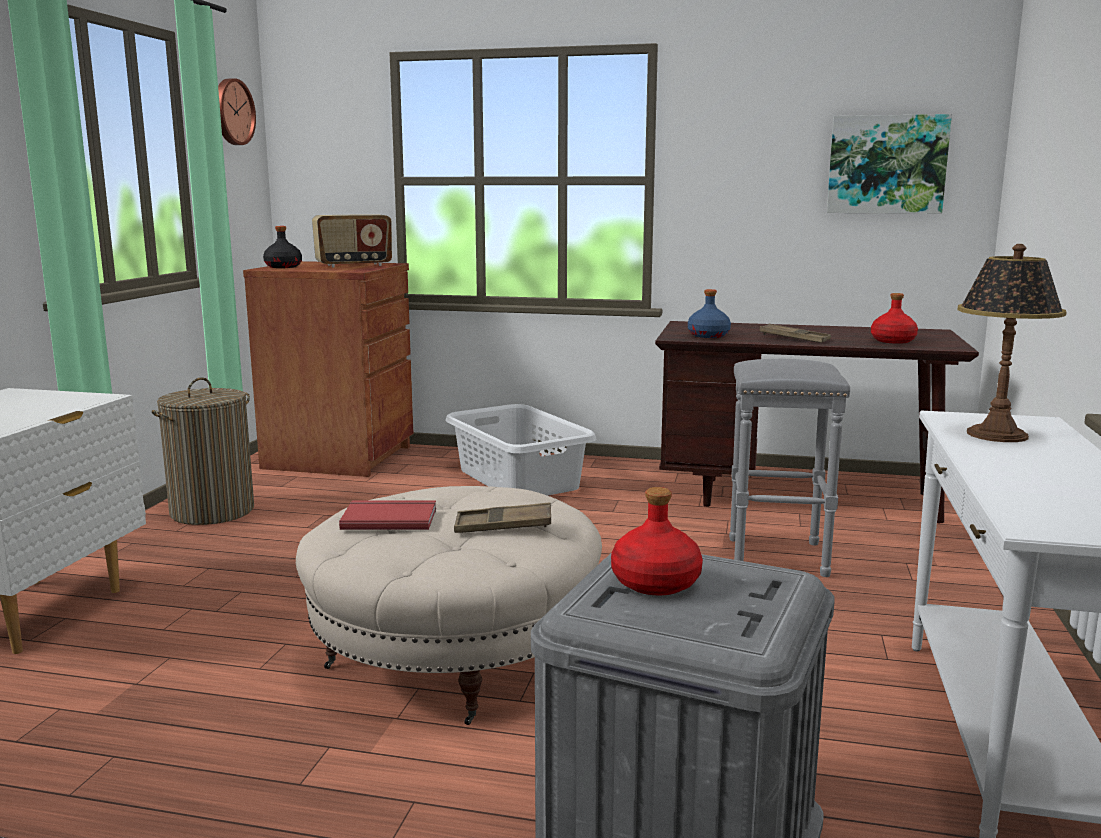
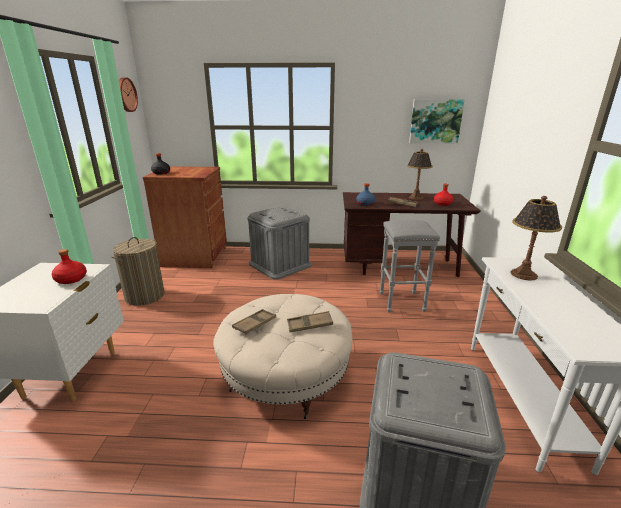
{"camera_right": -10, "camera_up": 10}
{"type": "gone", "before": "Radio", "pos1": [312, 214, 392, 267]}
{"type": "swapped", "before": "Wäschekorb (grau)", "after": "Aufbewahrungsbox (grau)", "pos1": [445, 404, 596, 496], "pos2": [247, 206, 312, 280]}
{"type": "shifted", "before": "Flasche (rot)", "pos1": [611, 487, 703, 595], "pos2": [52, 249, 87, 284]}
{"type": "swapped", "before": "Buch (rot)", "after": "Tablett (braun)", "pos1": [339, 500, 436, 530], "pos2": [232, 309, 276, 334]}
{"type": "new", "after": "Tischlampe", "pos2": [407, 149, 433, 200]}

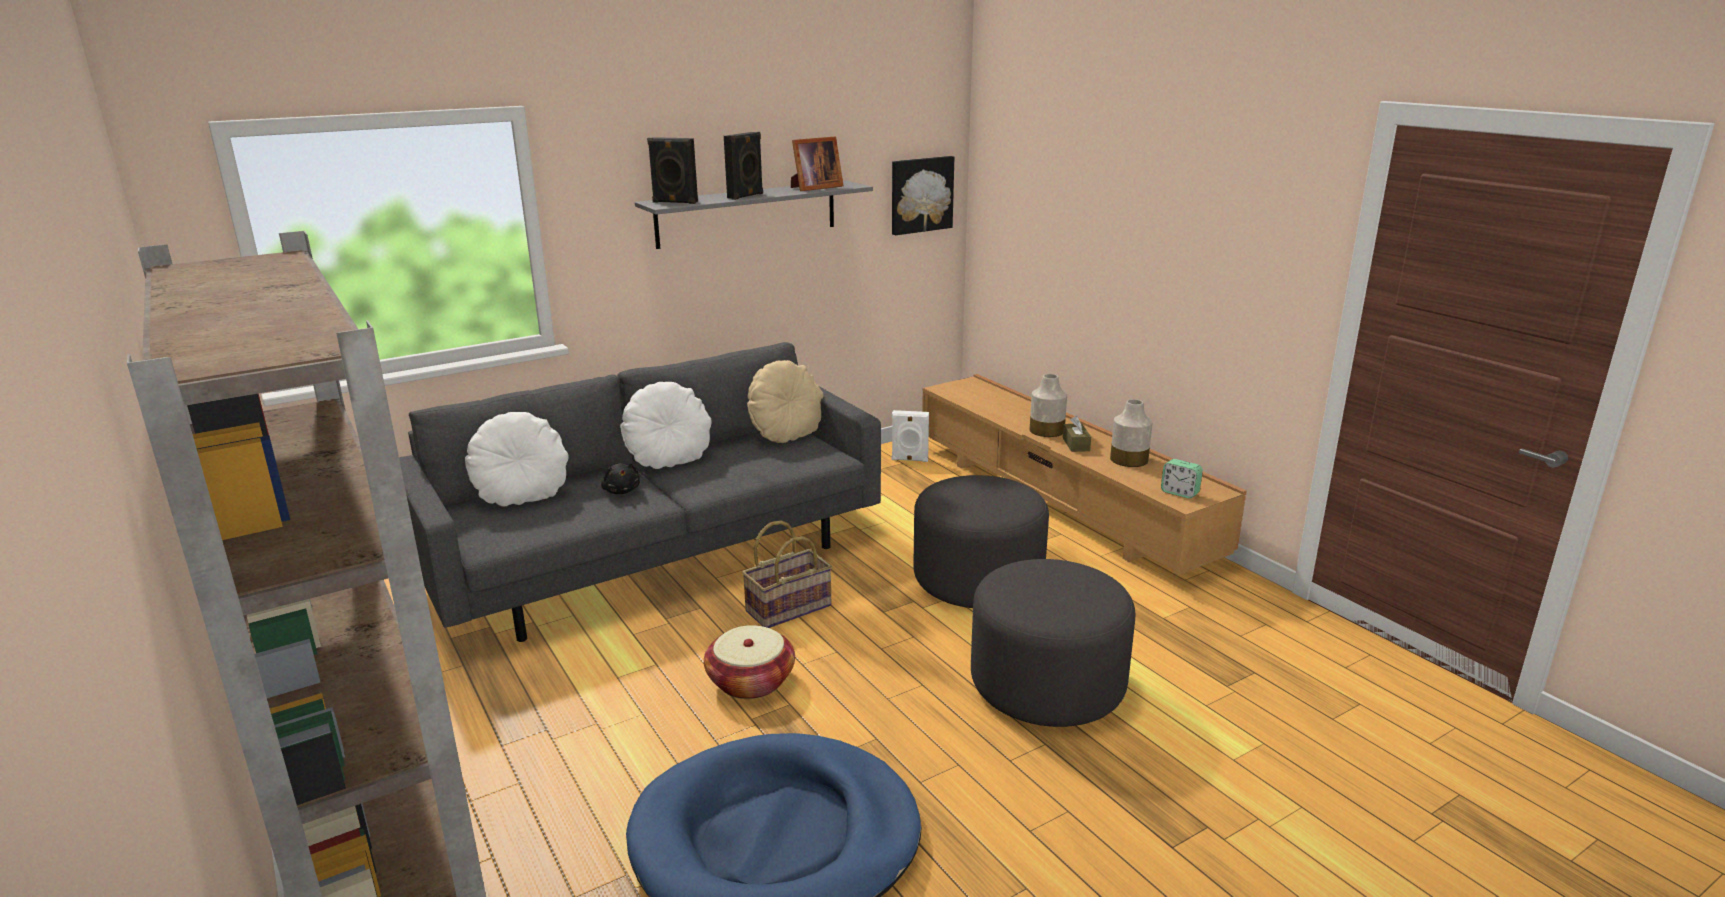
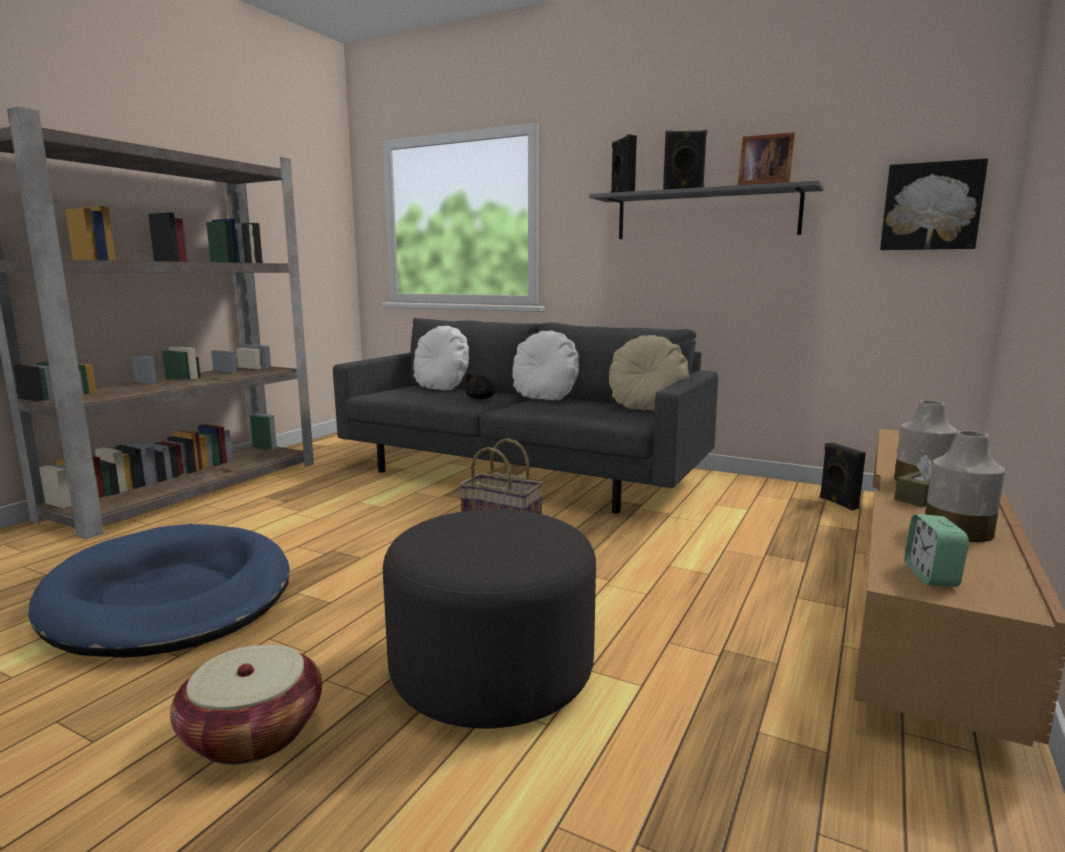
{"camera_right": 60, "camera_up": -10}
{"type": "repainted", "before": "Lautsprecher (weiß)", "after": "Lautsprecher (schwarz)", "pos1": [892, 410, 929, 462], "pos2": [820, 443, 866, 510]}
{"type": "gone", "before": "Polsterhocker (grau)", "pos1": [913, 475, 1049, 608]}
{"type": "shifted", "before": "Korb", "pos1": [704, 625, 795, 699], "pos2": [170, 645, 322, 765]}

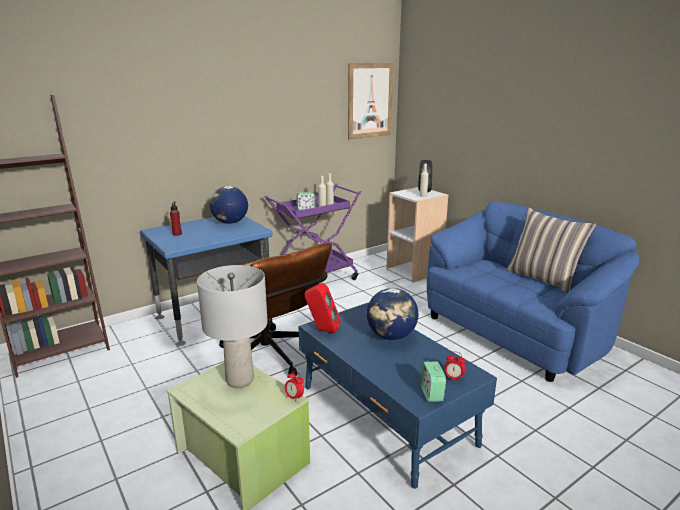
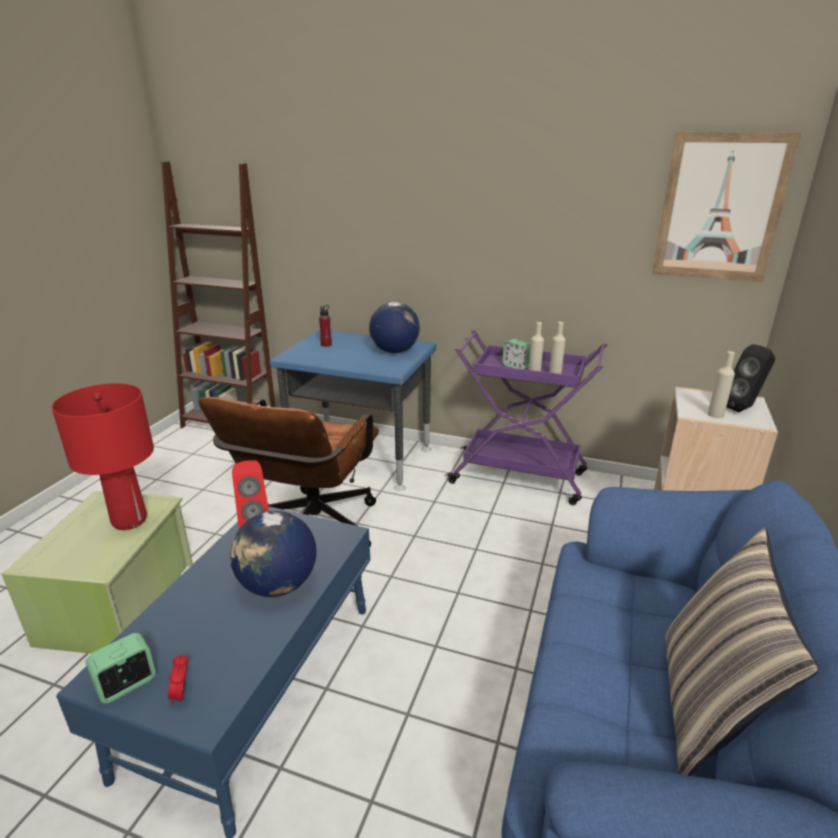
{"camera_right": 55, "camera_up": 5}
{"type": "repainted", "before": "Tischlampe (grau)", "after": "Tischlampe (rot)", "pos1": [197, 265, 268, 388], "pos2": [52, 383, 154, 530]}
{"type": "gone", "before": "Wecker", "pos1": [285, 371, 304, 403]}

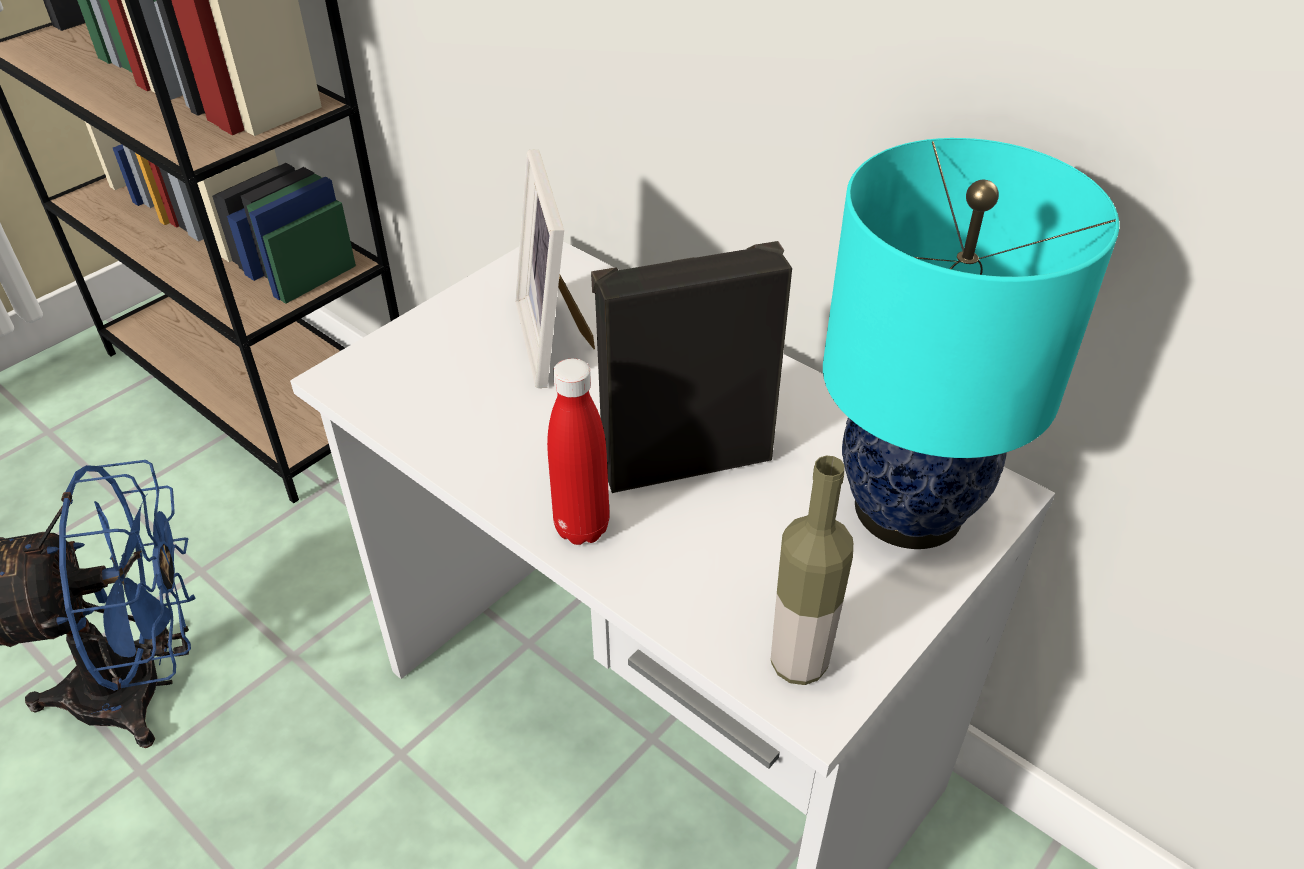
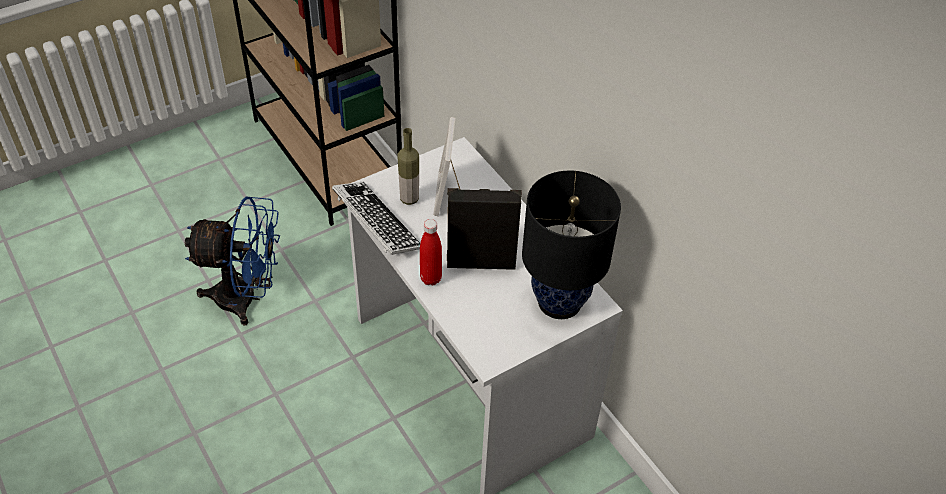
{"camera_right": 15, "camera_up": 5}
{"type": "repainted", "before": "Tischlampe (türkis)", "after": "Tischlampe (schwarz)", "pos1": [823, 138, 1119, 549], "pos2": [522, 171, 621, 319]}
{"type": "shifted", "before": "Flasche", "pos1": [771, 455, 853, 685], "pos2": [397, 128, 419, 205]}
{"type": "new", "after": "Tastatur", "pos2": [332, 181, 420, 255]}

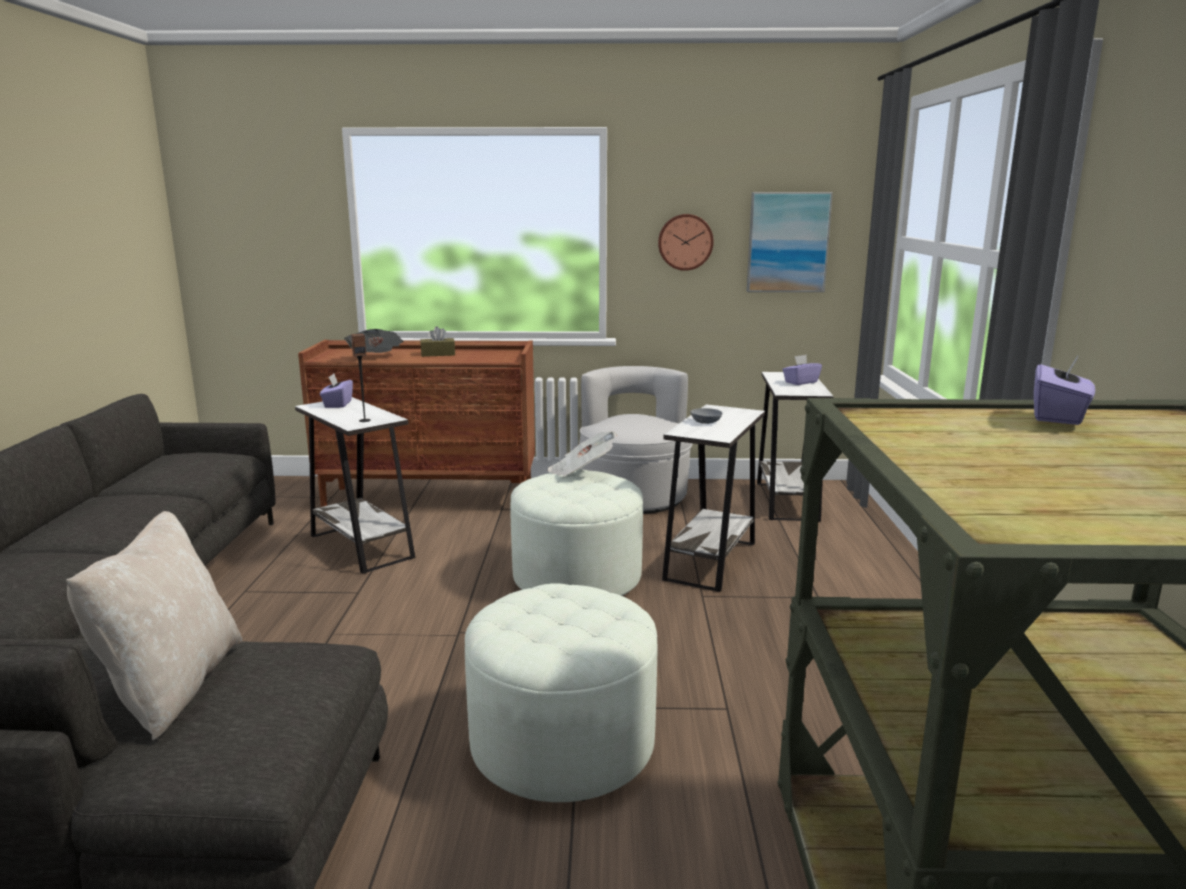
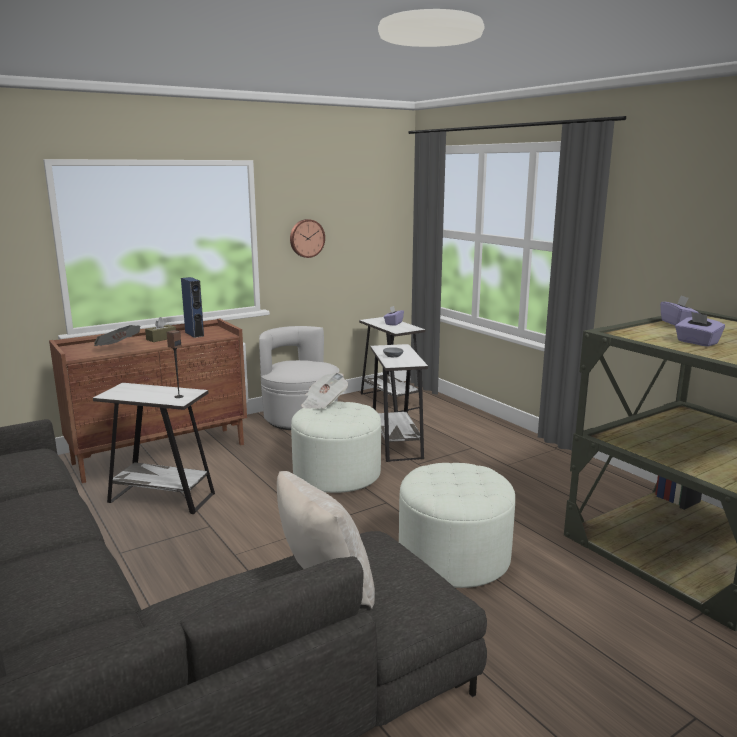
{"camera_right": -35, "camera_up": 0}
{"type": "gone", "before": "Bild", "pos1": [747, 192, 833, 292]}
{"type": "shifted", "before": "Taschentuchbox (lila)", "pos1": [320, 374, 353, 408], "pos2": [675, 312, 725, 347]}
{"type": "new", "after": "Lautsprecher (blau)", "pos2": [181, 277, 204, 338]}

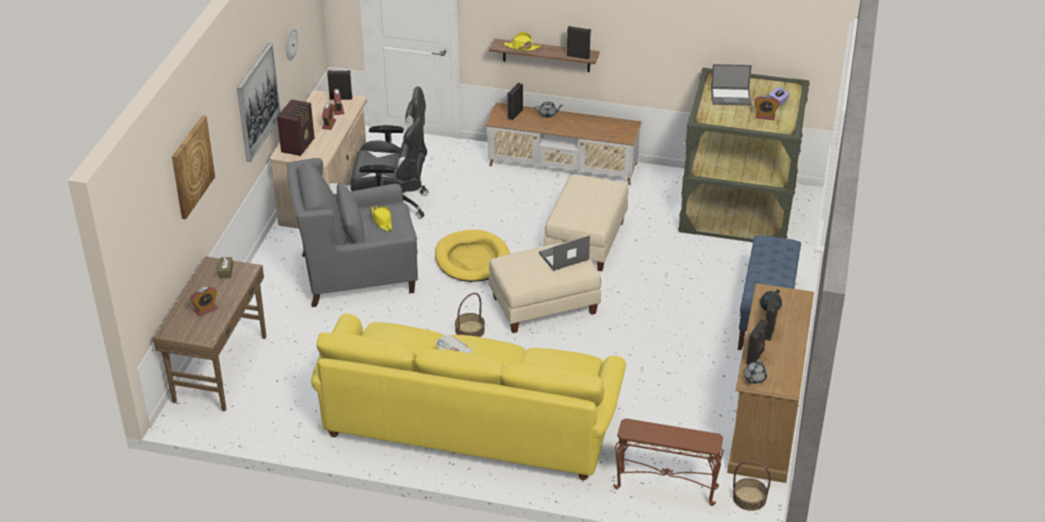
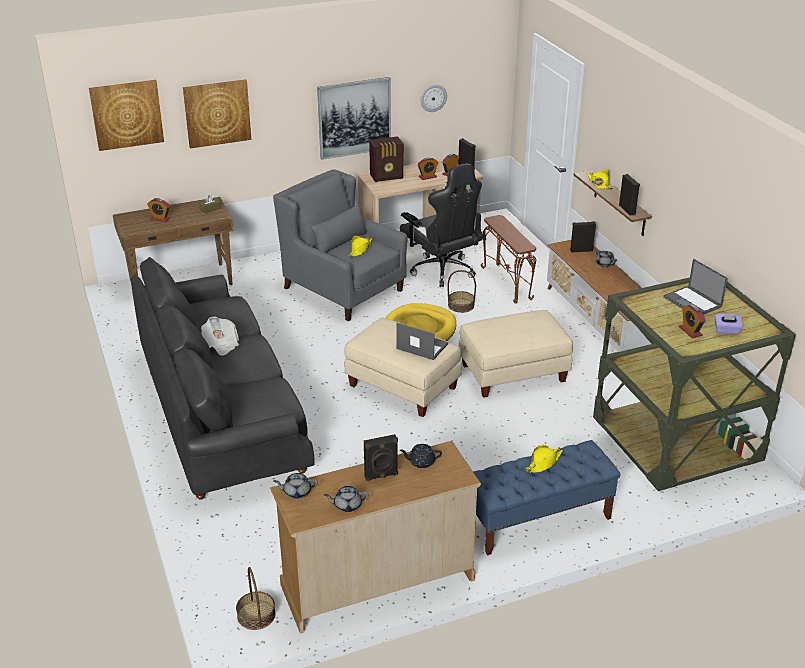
{"camera_right": 55, "camera_up": -5}
{"type": "shifted", "before": "Korb", "pos1": [455, 293, 485, 337], "pos2": [447, 270, 476, 313]}
{"type": "repainted", "before": "Sofa (gelb)", "after": "Sofa (schwarz)", "pos1": [311, 314, 626, 481], "pos2": [131, 257, 315, 500]}
{"type": "gone", "before": "Lautsprecher (schwarz)", "pos1": [746, 319, 768, 365]}
{"type": "shifted", "before": "Beistelltisch (braun)", "pos1": [613, 418, 724, 506], "pos2": [481, 215, 536, 304]}
{"type": "new", "after": "Bild", "pos2": [89, 80, 164, 151]}
{"type": "new", "after": "Hut (gelb)", "pos2": [525, 445, 563, 473]}
{"type": "new", "after": "Teekanne (grau)", "pos2": [324, 486, 368, 512]}

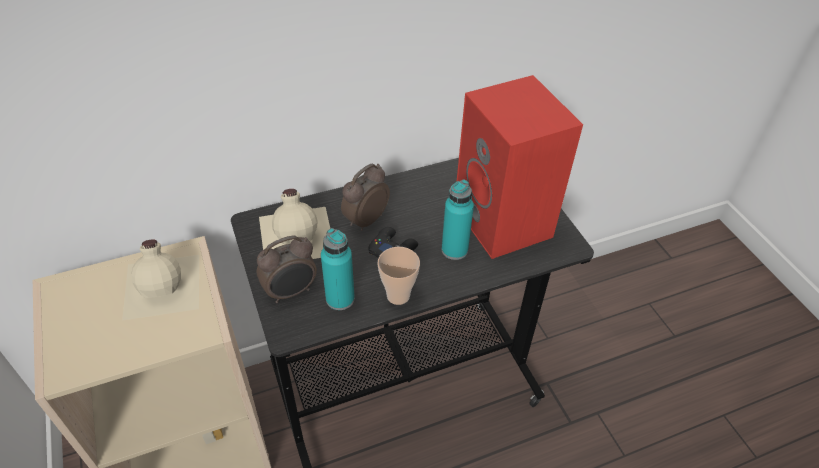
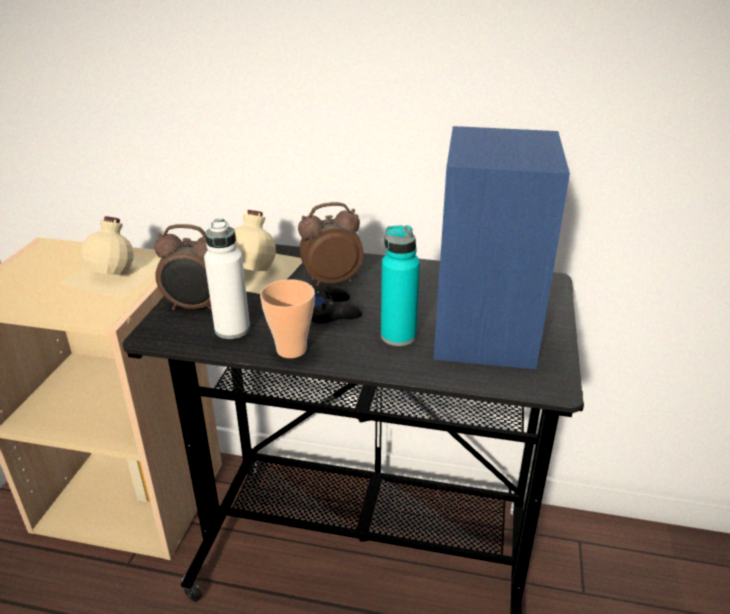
{"camera_right": 35, "camera_up": -15}
{"type": "repainted", "before": "Lautsprecher (rot)", "after": "Lautsprecher (blau)", "pos1": [457, 75, 583, 259], "pos2": [433, 126, 570, 369]}
{"type": "repainted", "before": "Flasche (türkis)", "after": "Flasche (weiß)", "pos1": [321, 228, 355, 310], "pos2": [204, 219, 250, 339]}

